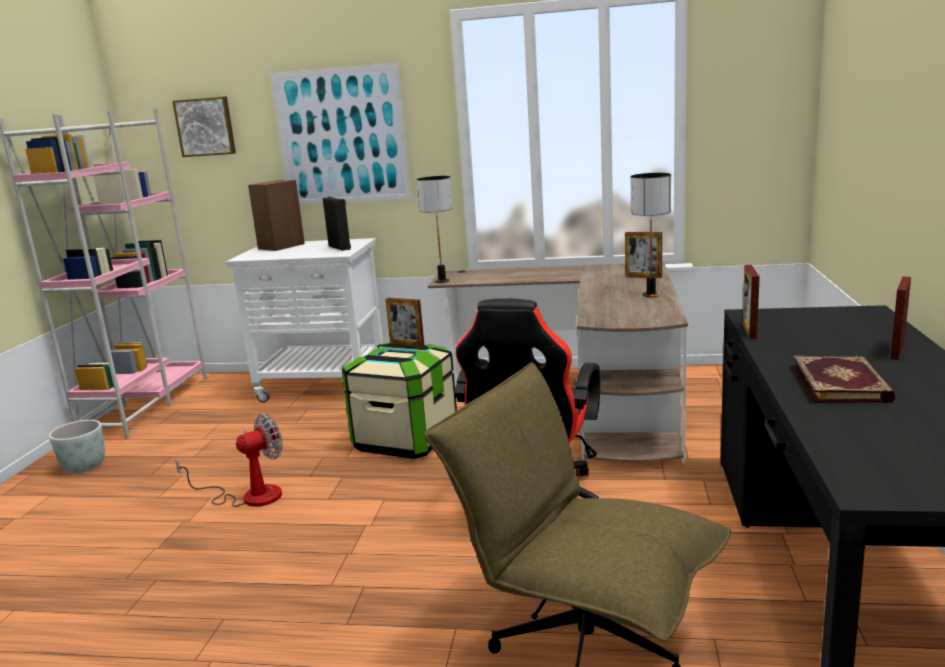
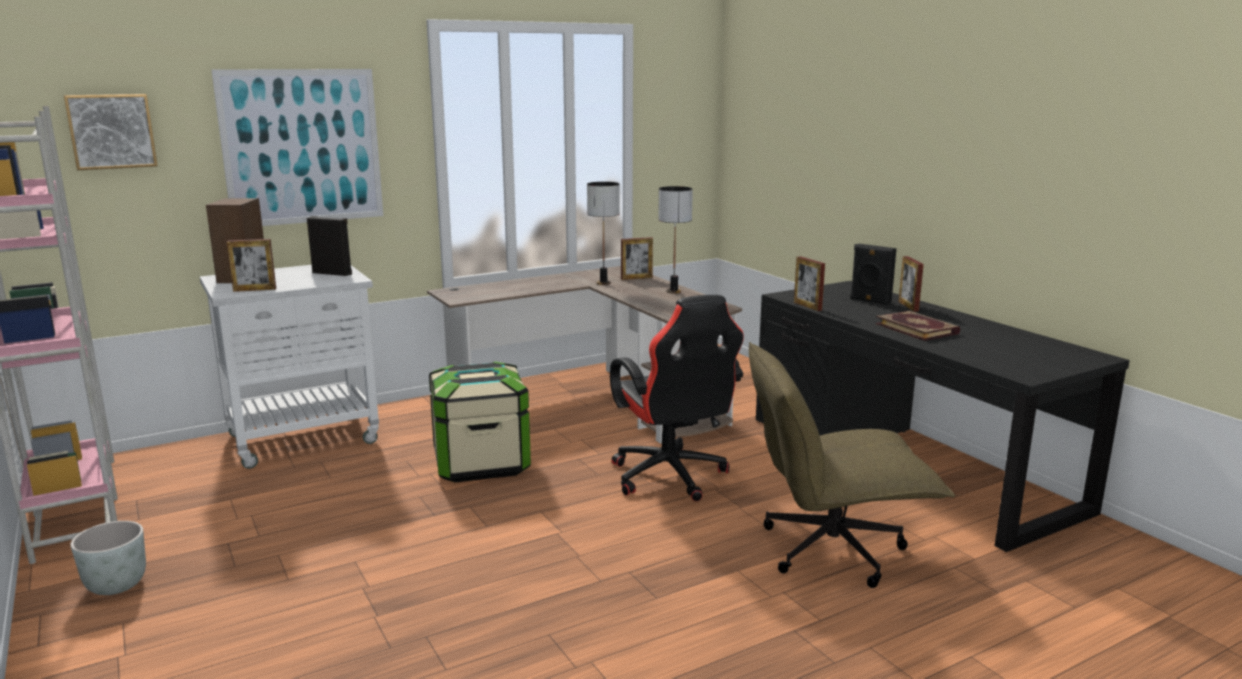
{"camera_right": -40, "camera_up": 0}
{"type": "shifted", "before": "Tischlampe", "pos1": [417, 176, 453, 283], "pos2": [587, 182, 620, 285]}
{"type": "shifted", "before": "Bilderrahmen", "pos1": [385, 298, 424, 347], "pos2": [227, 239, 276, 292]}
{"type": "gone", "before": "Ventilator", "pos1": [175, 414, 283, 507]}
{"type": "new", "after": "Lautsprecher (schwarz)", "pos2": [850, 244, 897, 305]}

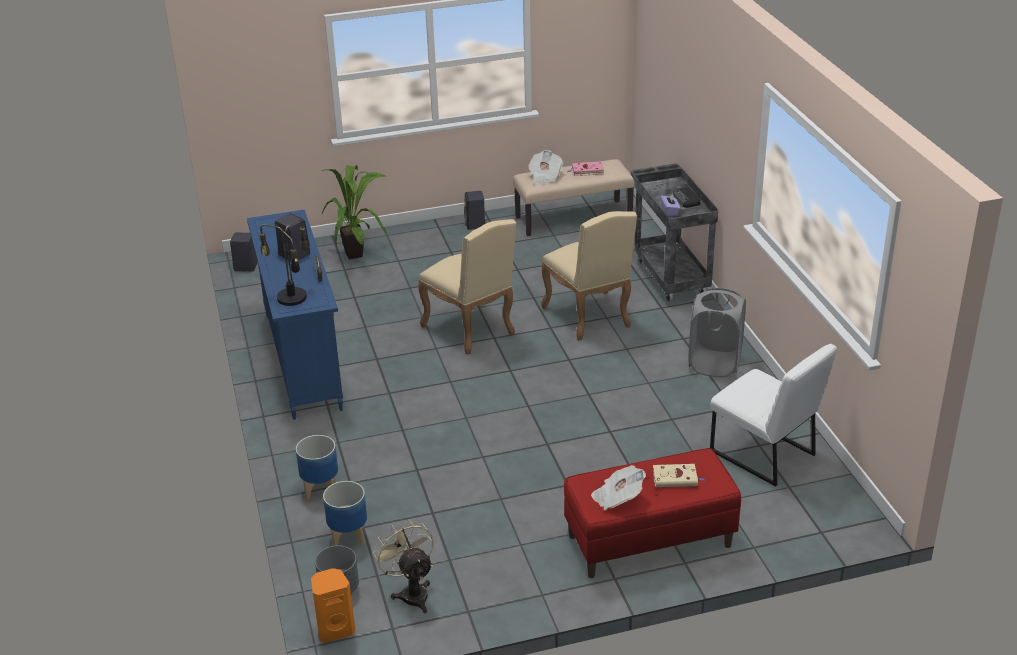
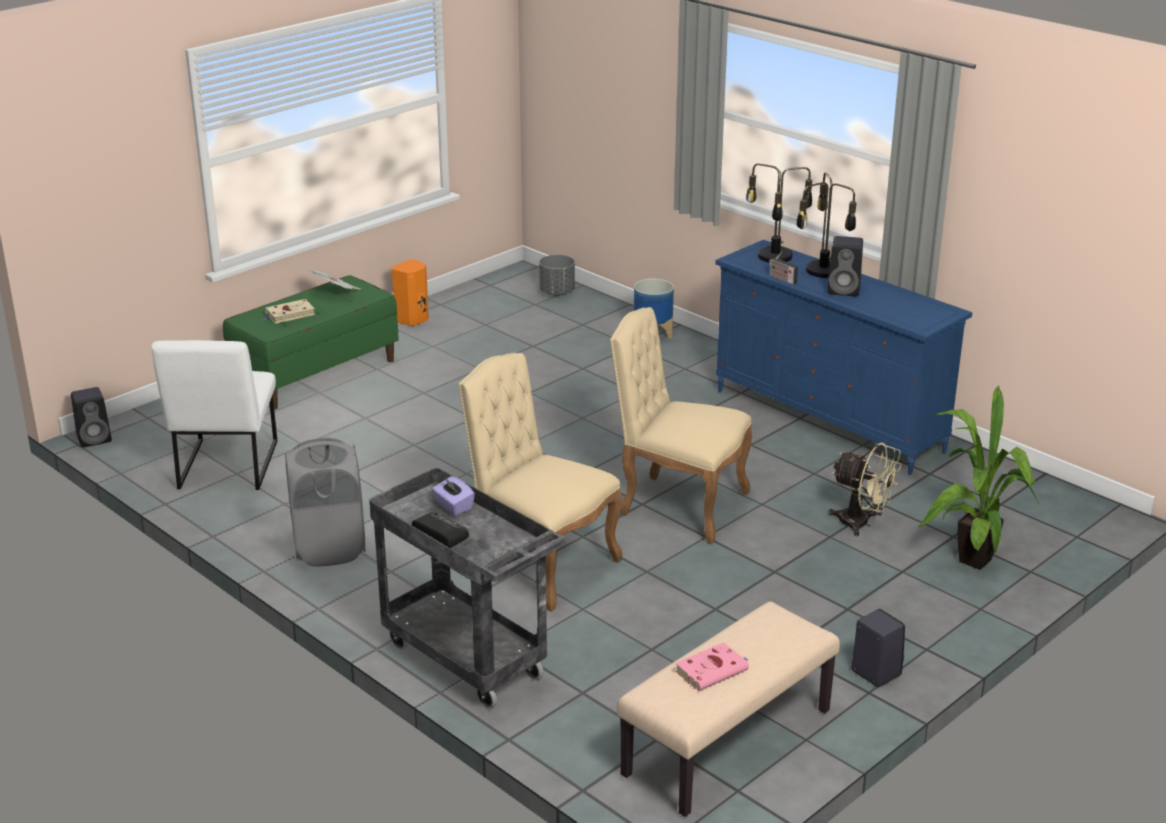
{"camera_right": 150, "camera_up": -5}
{"type": "gone", "before": "Zeitung", "pos1": [528, 150, 563, 185]}
{"type": "shifted", "before": "Lautsprecher (schwarz)", "pos1": [230, 233, 258, 272], "pos2": [71, 387, 112, 447]}
{"type": "rotated", "before": "Stuhl (weiß)", "pos1": [710, 344, 837, 487], "pos2": [151, 340, 277, 490], "turn": -105}
{"type": "repainted", "before": "Bank (rot)", "after": "Bank (grün)", "pos1": [564, 448, 741, 578], "pos2": [223, 275, 399, 410]}
{"type": "gone", "before": "Pflanzkübel", "pos1": [323, 481, 367, 547]}
{"type": "shifted", "before": "Ventilator (beige)", "pos1": [373, 519, 434, 613], "pos2": [828, 442, 902, 536]}
{"type": "shifted", "before": "Lautsprecher (orange)", "pos1": [311, 568, 355, 643], "pos2": [392, 259, 429, 326]}
{"type": "new", "after": "Tischlampe", "pos2": [796, 172, 856, 278]}

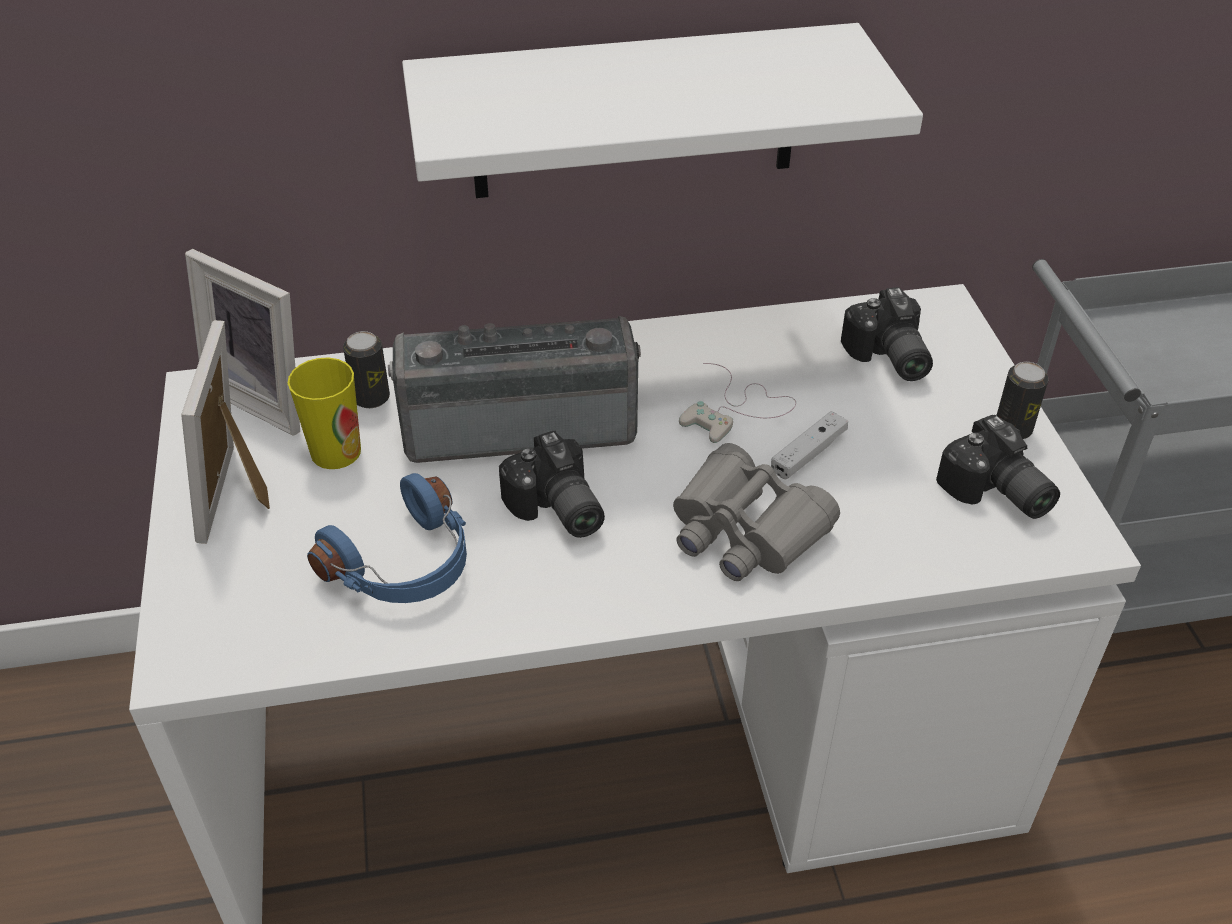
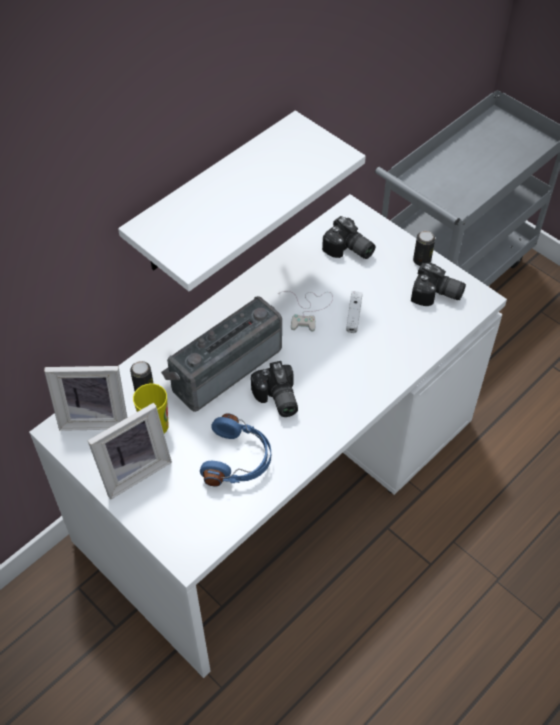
{"camera_right": -35, "camera_up": 10}
{"type": "rotated", "before": "Bilderrahmen", "pos1": [181, 320, 270, 544], "pos2": [88, 403, 172, 499], "turn": -90}
{"type": "rotated", "before": "Kamera", "pos1": [499, 431, 605, 538], "pos2": [251, 361, 298, 417], "turn": 45}
{"type": "gone", "before": "Fernglas (grau)", "pos1": [673, 443, 840, 581]}

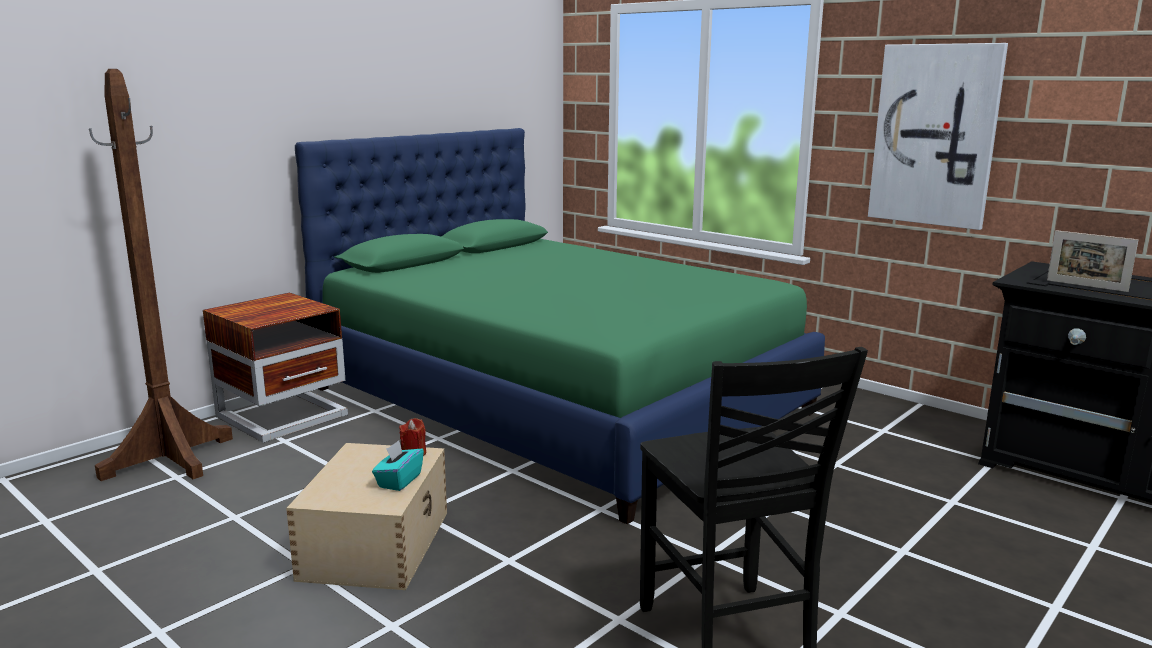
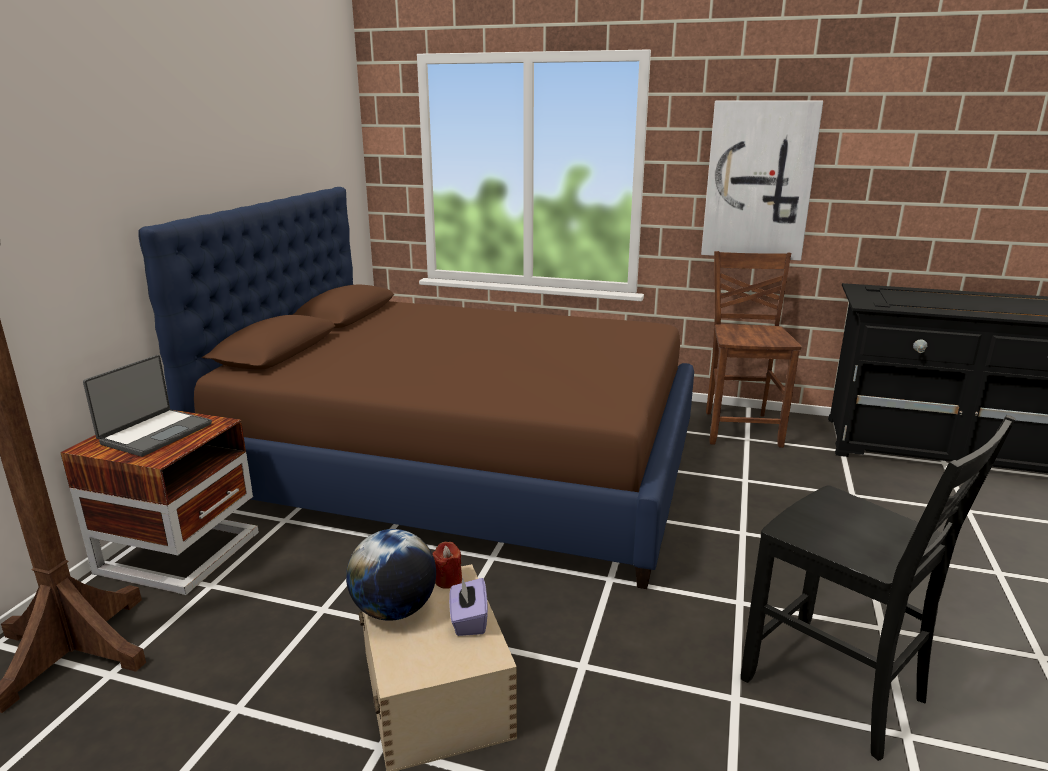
{"camera_right": -25, "camera_up": 5}
{"type": "repainted", "before": "Bett (grün)", "after": "Bett (braun)", "pos1": [295, 128, 825, 524], "pos2": [138, 187, 694, 589]}
{"type": "gone", "before": "Bilderrahmen", "pos1": [1047, 230, 1138, 292]}
{"type": "repainted", "before": "Taschentuchbox (türkis)", "after": "Taschentuchbox (lila)", "pos1": [372, 440, 424, 491], "pos2": [449, 577, 488, 636]}
{"type": "new", "after": "Stuhl (braun)", "pos2": [706, 251, 802, 448]}
{"type": "new", "after": "Laptop", "pos2": [83, 355, 212, 457]}
{"type": "new", "after": "Globus", "pos2": [346, 529, 436, 621]}

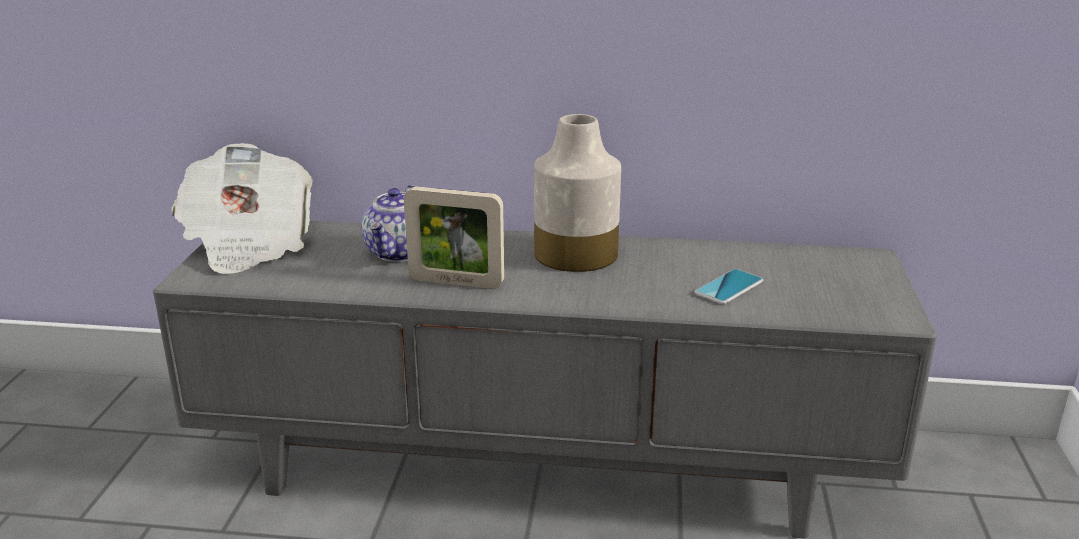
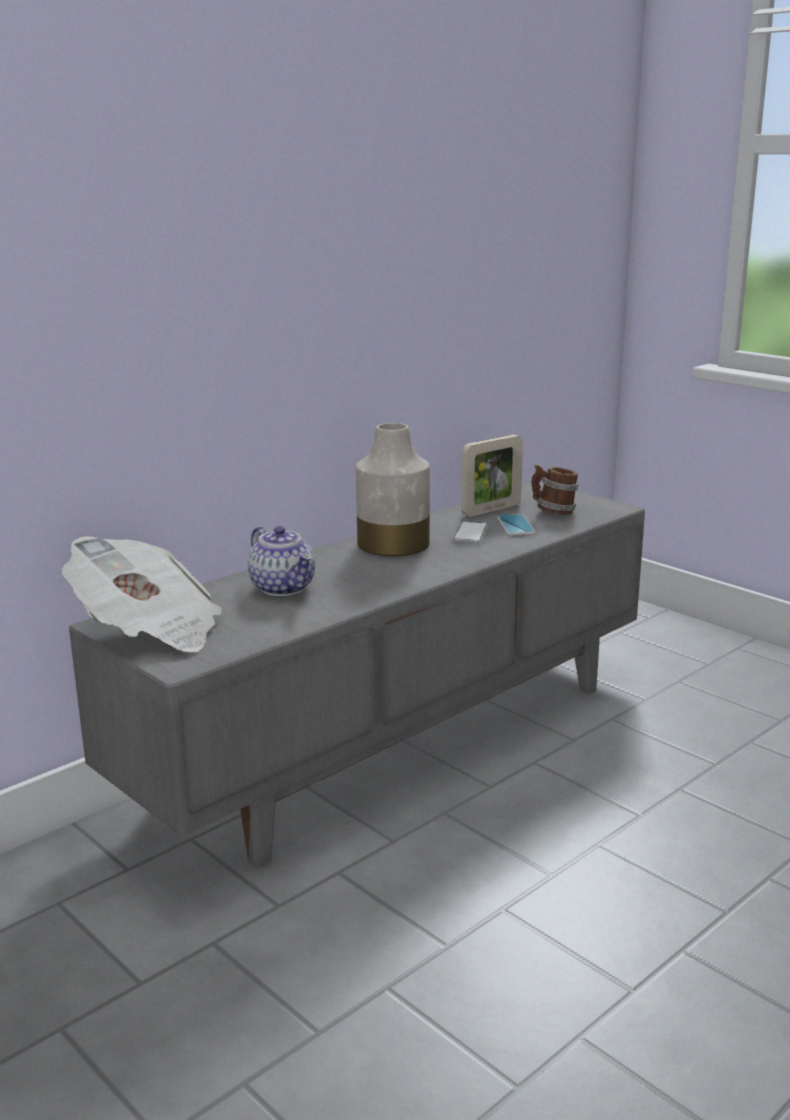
{"camera_right": -50, "camera_up": -5}
{"type": "shifted", "before": "Bilderrahmen", "pos1": [404, 186, 504, 289], "pos2": [461, 435, 523, 517]}
{"type": "new", "after": "Henkelbecher", "pos2": [531, 464, 578, 515]}
{"type": "new", "after": "Handy", "pos2": [453, 521, 489, 543]}

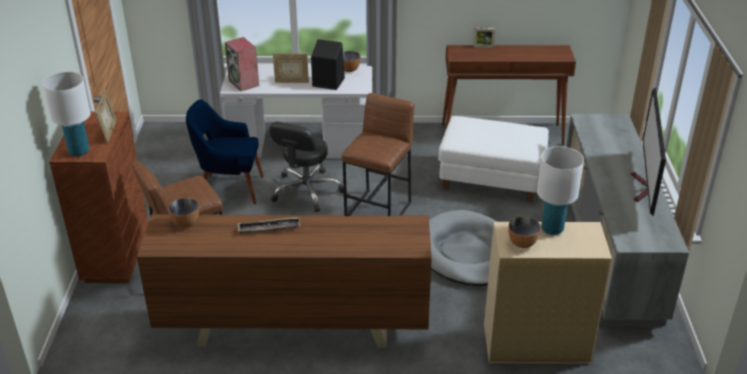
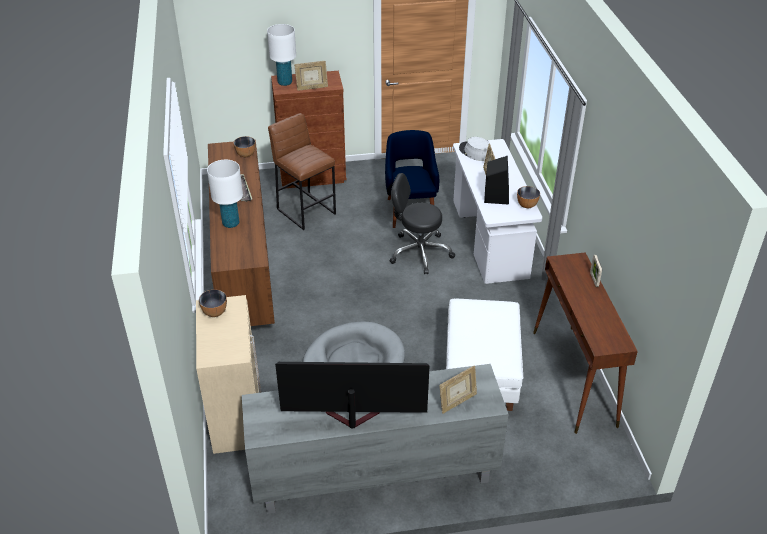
{"camera_right": 80, "camera_up": 5}
{"type": "swapped", "before": "Lautsprecher", "after": "Hut (grau)", "pos1": [225, 37, 259, 91], "pos2": [459, 137, 489, 161]}
{"type": "gone", "before": "Hocker (braun)", "pos1": [342, 93, 414, 217]}
{"type": "shifted", "before": "Tischlampe (weiß)", "pos1": [537, 146, 584, 235], "pos2": [207, 160, 243, 228]}
{"type": "new", "after": "Bilderrahmen", "pos2": [439, 365, 477, 414]}

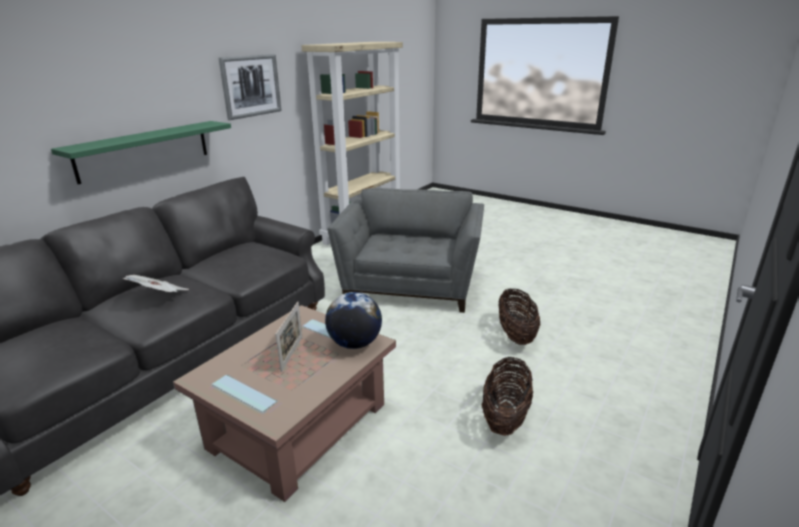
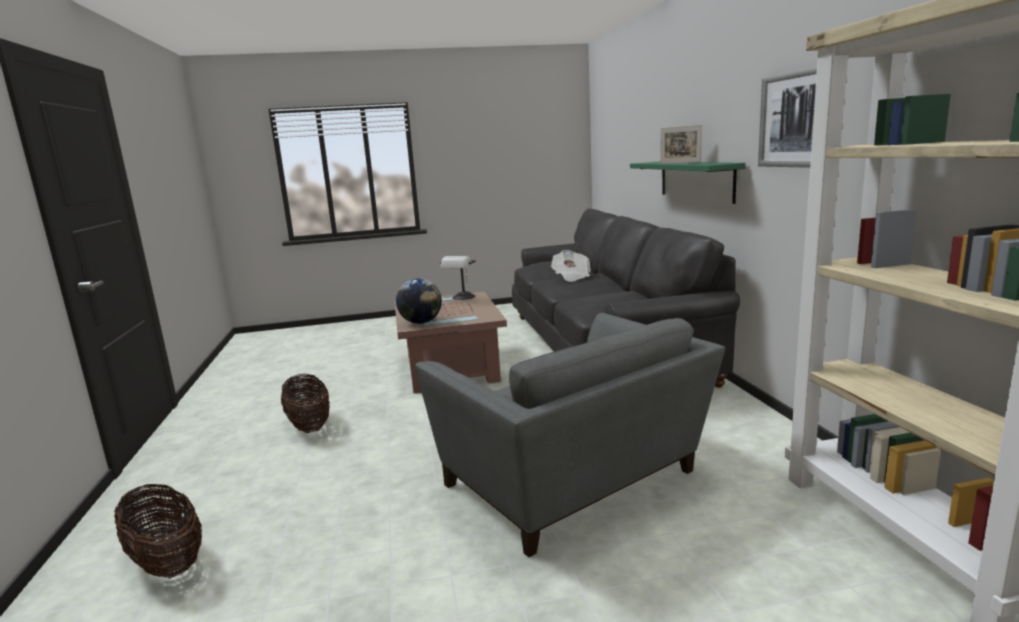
{"camera_right": 135, "camera_up": -10}
{"type": "shifted", "before": "Korb", "pos1": [498, 288, 540, 345], "pos2": [114, 484, 202, 579]}
{"type": "shifted", "before": "Bilderrahmen", "pos1": [275, 302, 302, 373], "pos2": [661, 125, 702, 164]}
{"type": "new", "after": "Tischlampe", "pos2": [440, 256, 476, 300]}

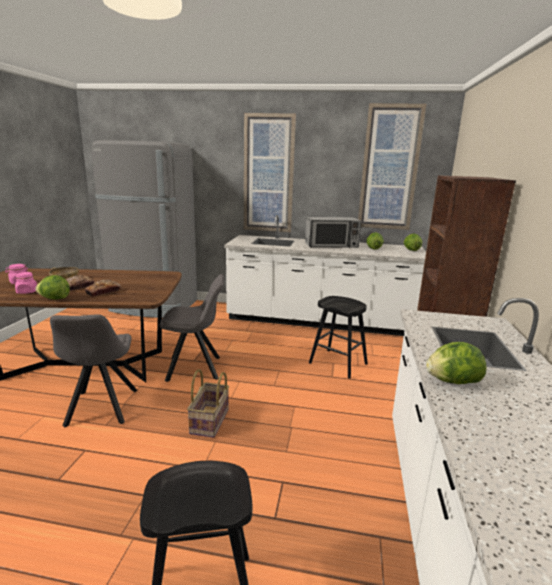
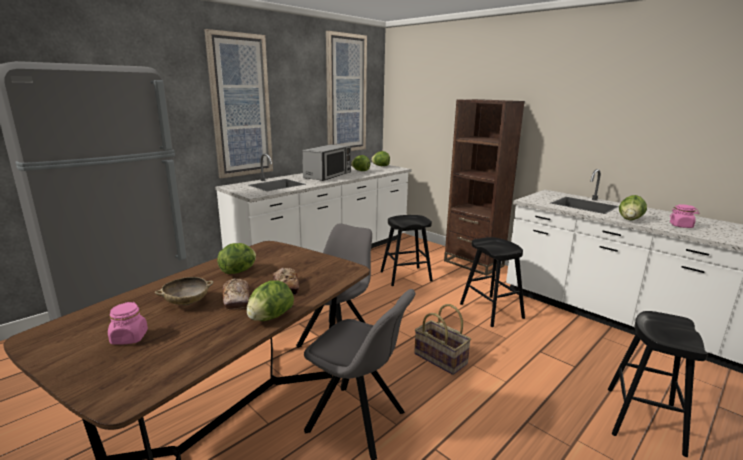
{"camera_right": -55, "camera_up": 0}
{"type": "shifted", "before": "Vorratsglas (rosa)", "pos1": [15, 272, 37, 294], "pos2": [670, 204, 699, 228]}
{"type": "new", "after": "Hocker (schwarz)", "pos2": [460, 237, 525, 327]}
{"type": "new", "after": "Salatkopf", "pos2": [217, 243, 256, 274]}

